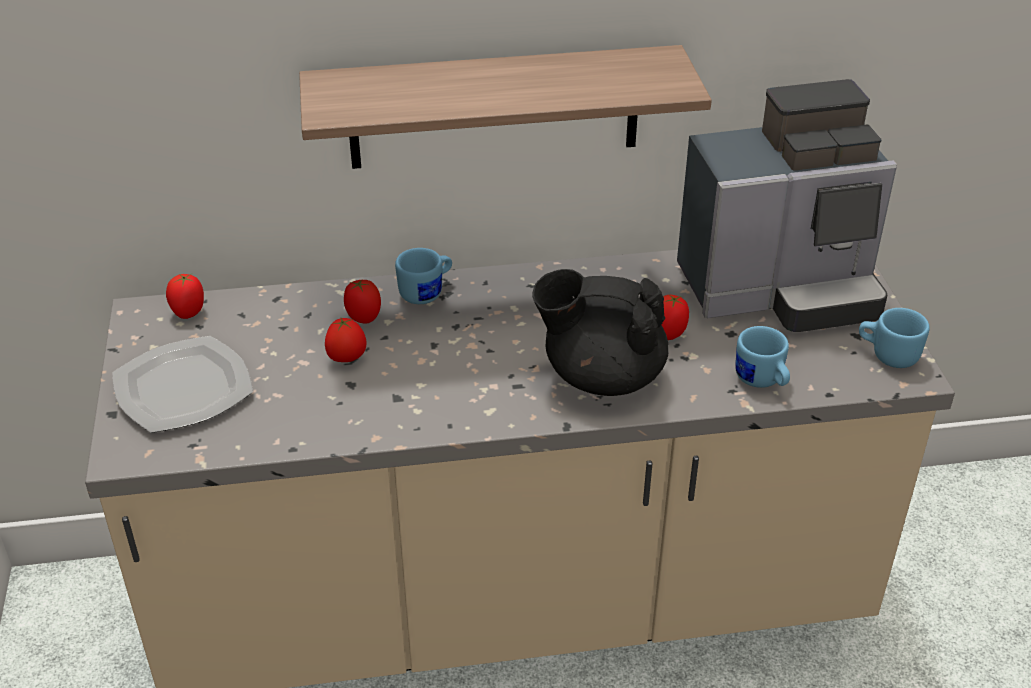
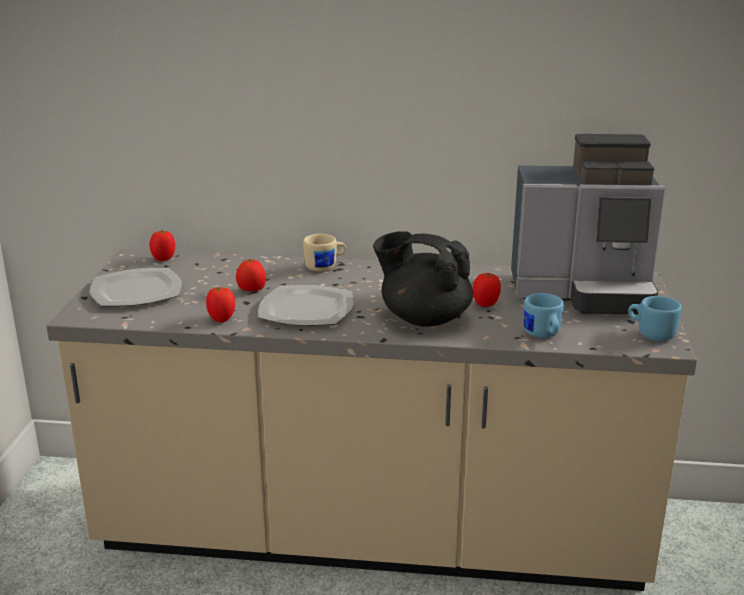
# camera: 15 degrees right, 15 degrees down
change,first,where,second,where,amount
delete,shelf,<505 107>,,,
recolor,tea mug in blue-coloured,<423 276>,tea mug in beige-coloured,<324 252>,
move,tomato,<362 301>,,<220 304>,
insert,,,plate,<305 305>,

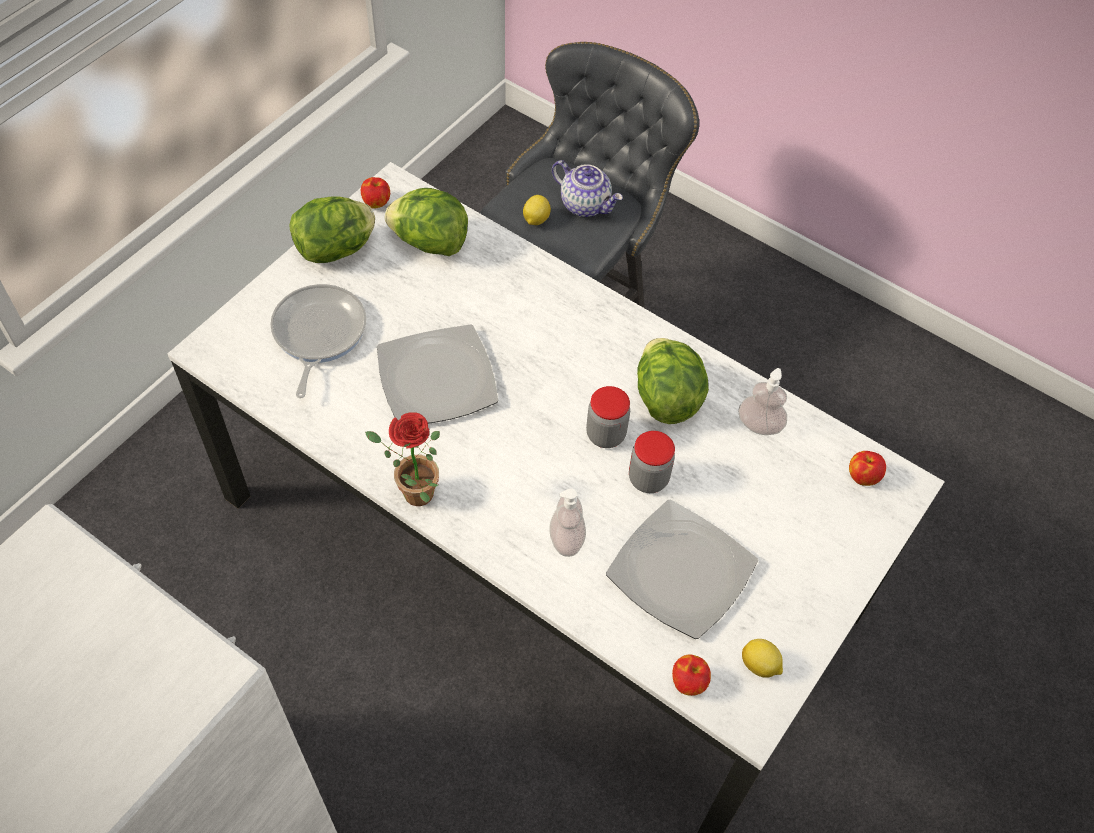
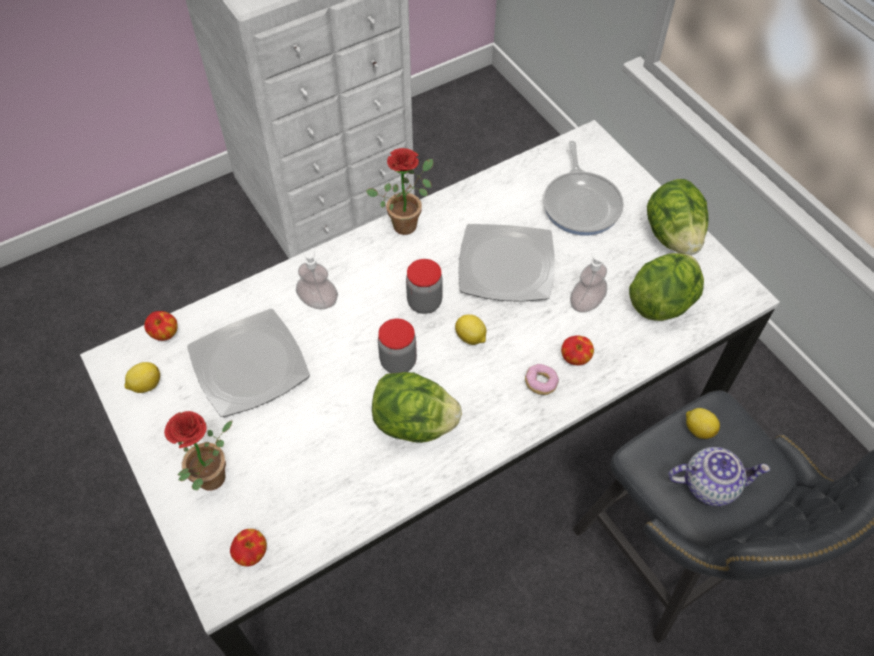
# camera: 115 degrees right, 0 degrees up
change,first,where,second,where,amount
rotate,teapot,<587 188>,,<719 476>,150 degrees counterclockwise
move,whole apple,<375 193>,,<577 350>,
rotate,skillet,<318 341>,,<583 188>,60 degrees clockwise
move,liquid soap bottle,<762 401>,,<588 283>,
move,storage jar,<652 462>,,<424 286>,
insert,,,lemon,<470 329>,
insert,,,donut,<542 379>,
insert,,,potted plant,<198 451>,

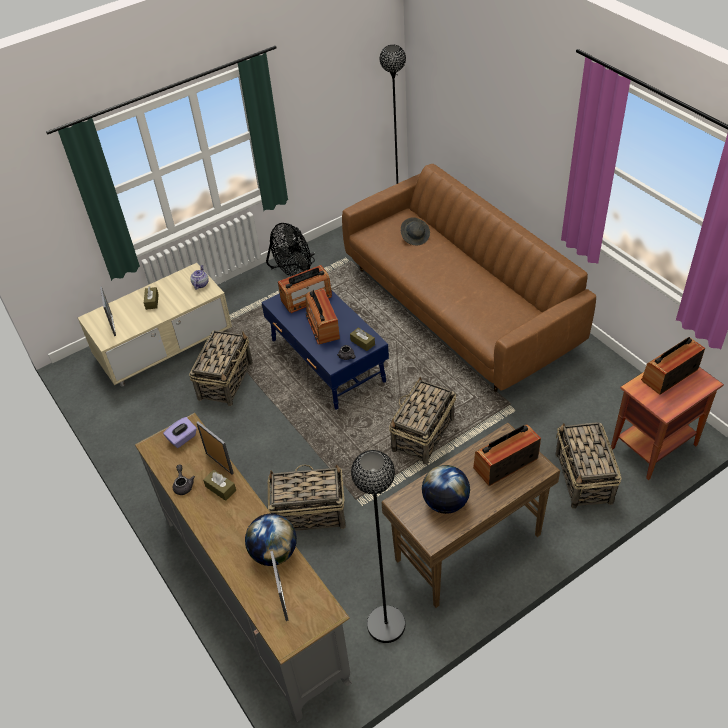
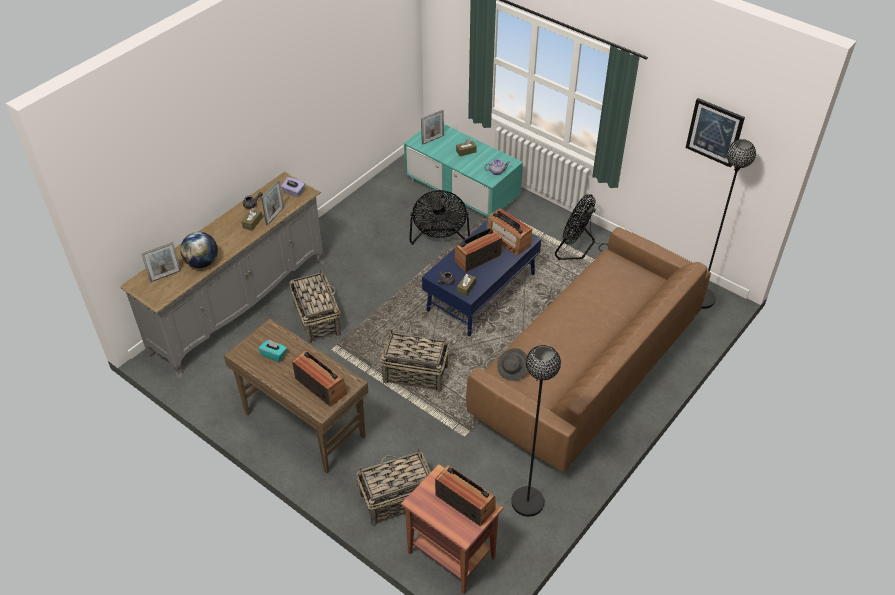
# camera: 70 degrees right, 0 degrees up
change,first,where,second,where,amount
move,clothing hat in grey,<415 231>,,<512 364>,
recolor,tv unit in beige-coloured,<155 325>,tv unit in turquoise,<463 172>,
replace,storage basket,<221 368>,electric fan in black,<439 217>,
move,standing lamp in black,<378 546>,,<536 431>,
replace,globe,<446 489>,tissue box in turquoise,<273 350>,
insert,,,wall art,<715 132>,

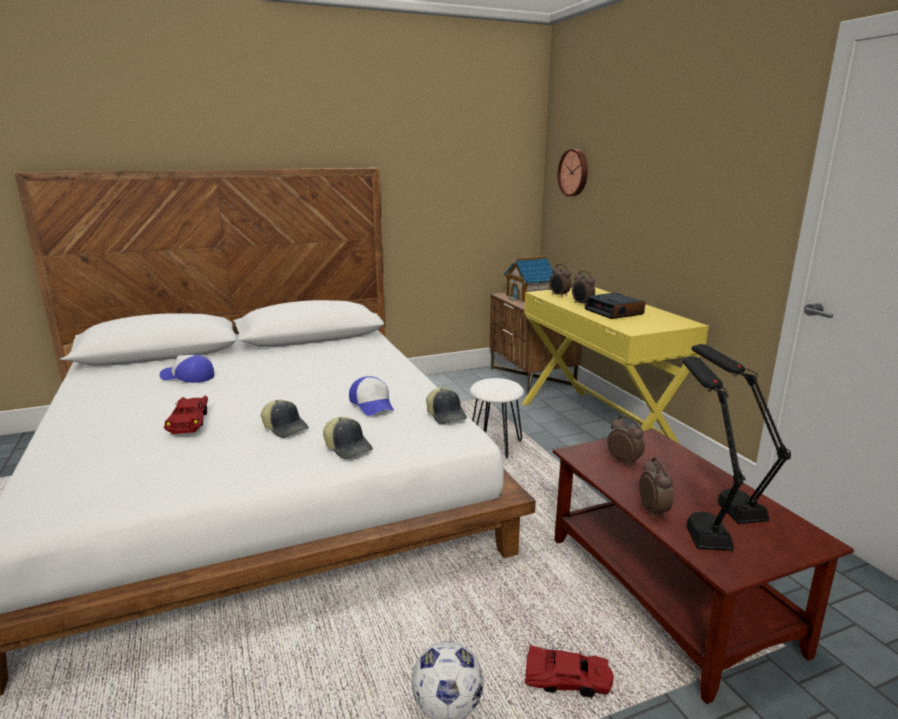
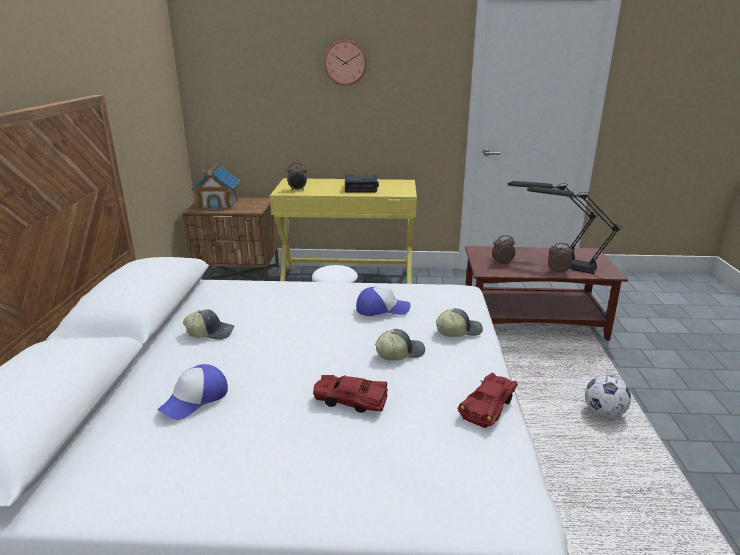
# camera: 65 degrees left, 5 degrees up
change,first,where,second,where,amount
move,clock on the wall,<573 173>,,<345 63>,
delete,alarm clock,<583 288>,,,
move,cap,<446 406>,,<208 324>,
move,miniature car in reddish,<569 671>,,<487 400>,

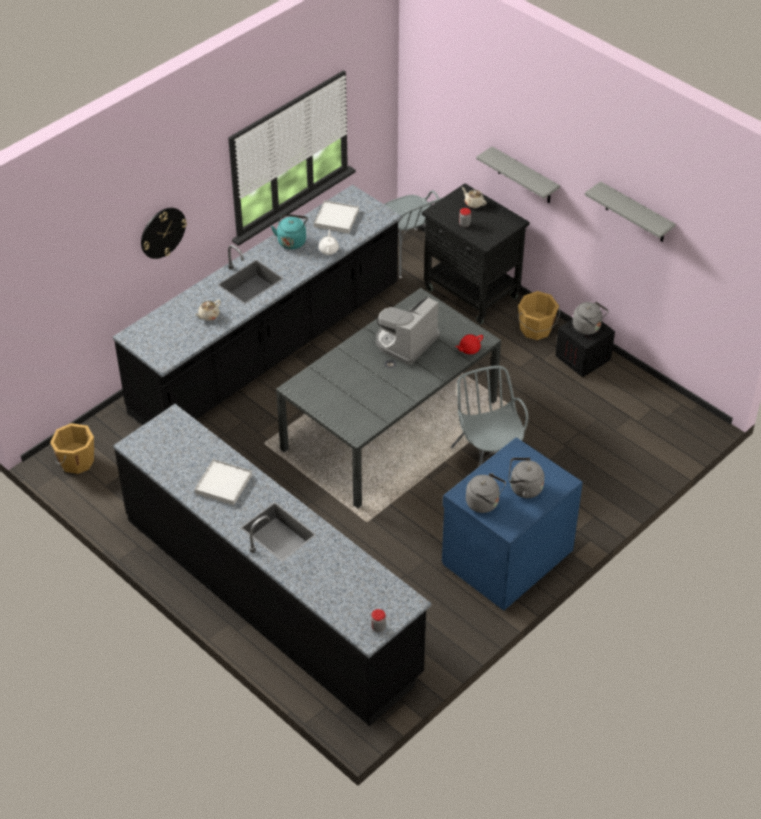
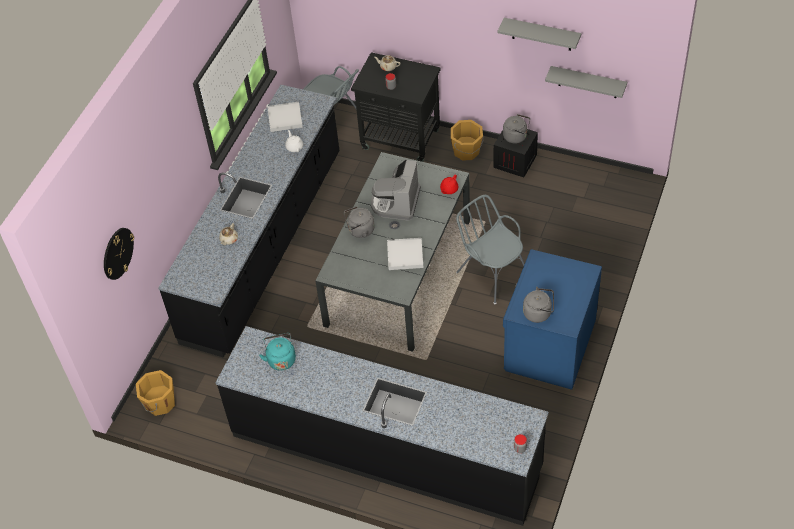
# camera: 20 degrees left, 5 degrees up
change,first,where,second,where,amount
move,shelf in grey,<518 174>,,<586 82>,
move,clock on the wall,<164 233>,,<119 254>,
move,kettle in turquoise,<289 231>,,<277 352>,
move,kettle in grey,<526 478>,,<359 222>,
move,carrying tray in whitish,<223 482>,,<405 254>,

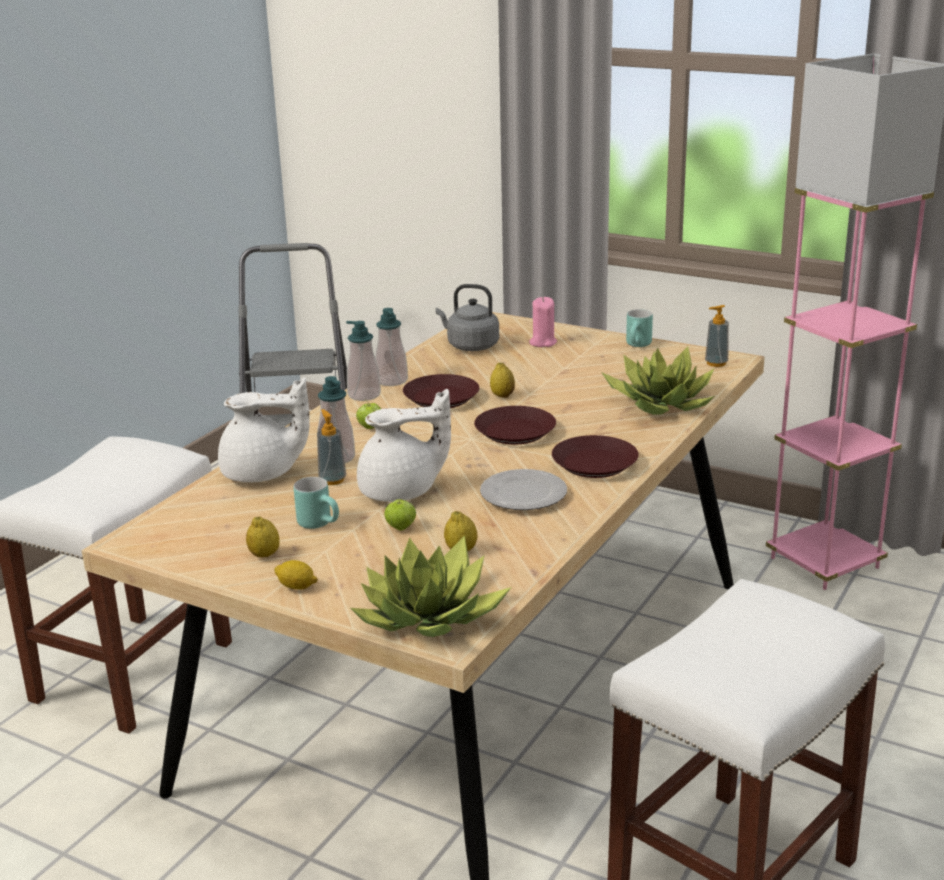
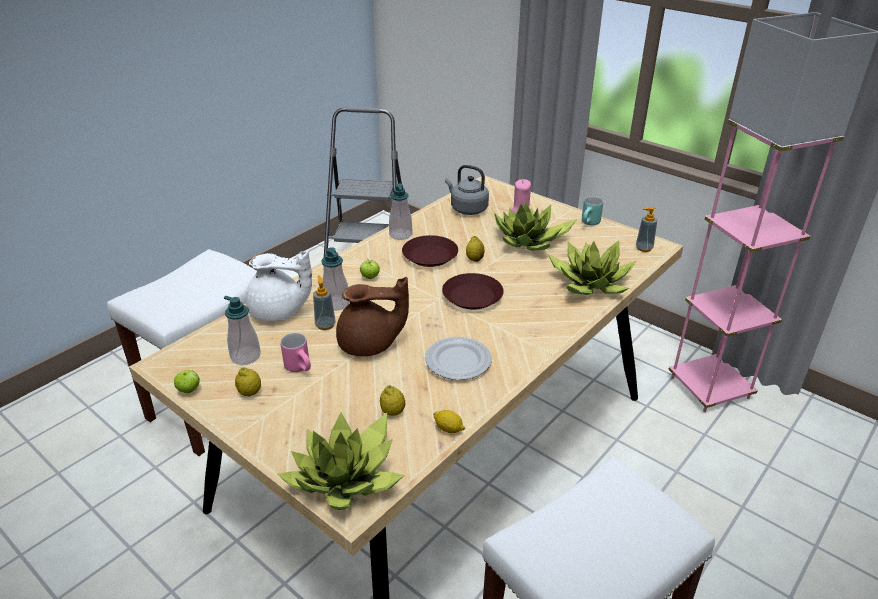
# camera: 10 degrees right, 10 degrees up
change,first,where,second,where,amount
move,liquid soap bottle,<363 361>,,<242 330>,
recolor,teapot in whitish,<404 445>,teapot in brown-coloured,<372 316>,
delete,plate in brown-coloured,<595 456>,,,
recolor,tea mug in turquoise,<316 503>,tea mug in pink-coloured,<295 352>,
move,whole apple,<400 515>,,<187 382>,
move,lemon,<296 575>,,<449 421>,
insert,,,potted plant,<535 226>,

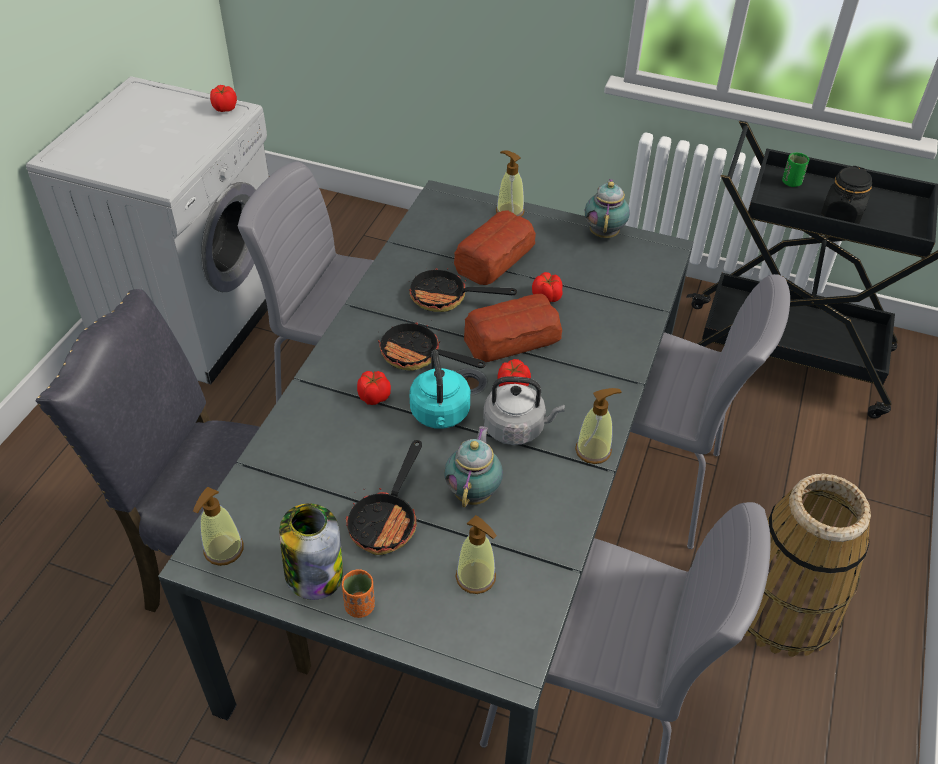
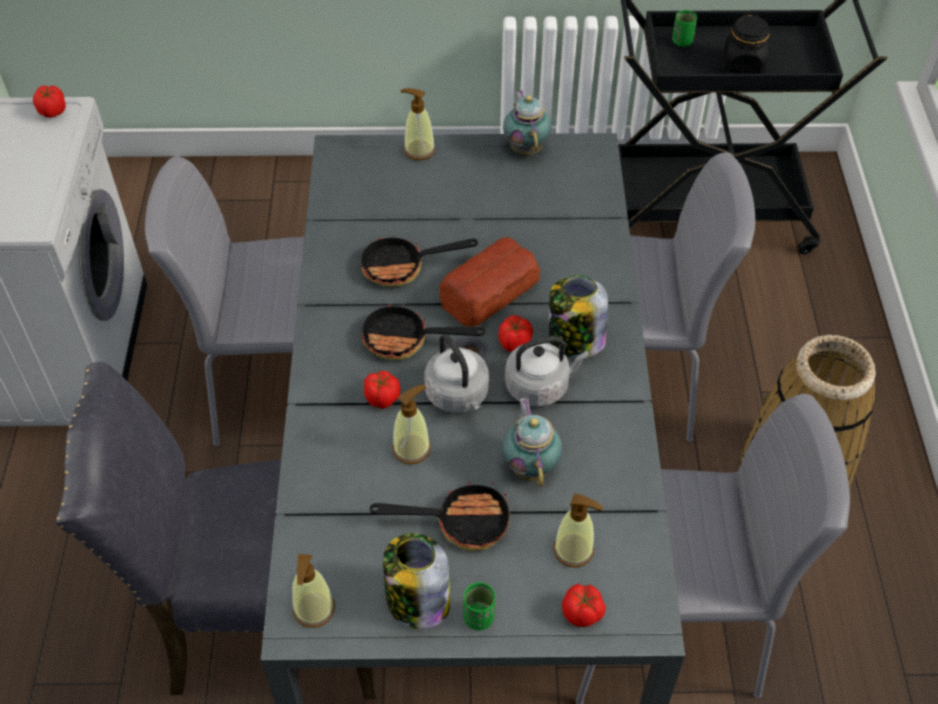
# camera: 20 degrees left, 5 degrees up
change,first,where,second,where,amount
delete,bread,<495 247>,,,
move,tomato,<547 287>,,<584 605>,
recolor,kettle in turquoise,<440 389>,kettle in grey,<456 373>,
move,liquid soap bottle,<598 426>,,<411 424>,
rotate,skillet,<384 497>,,<440 516>,90 degrees counterclockwise
recolor,drinking cup in orangey,<358 593>,drinking cup in greenish,<479 606>,
insert,,,storage jar,<578 317>,

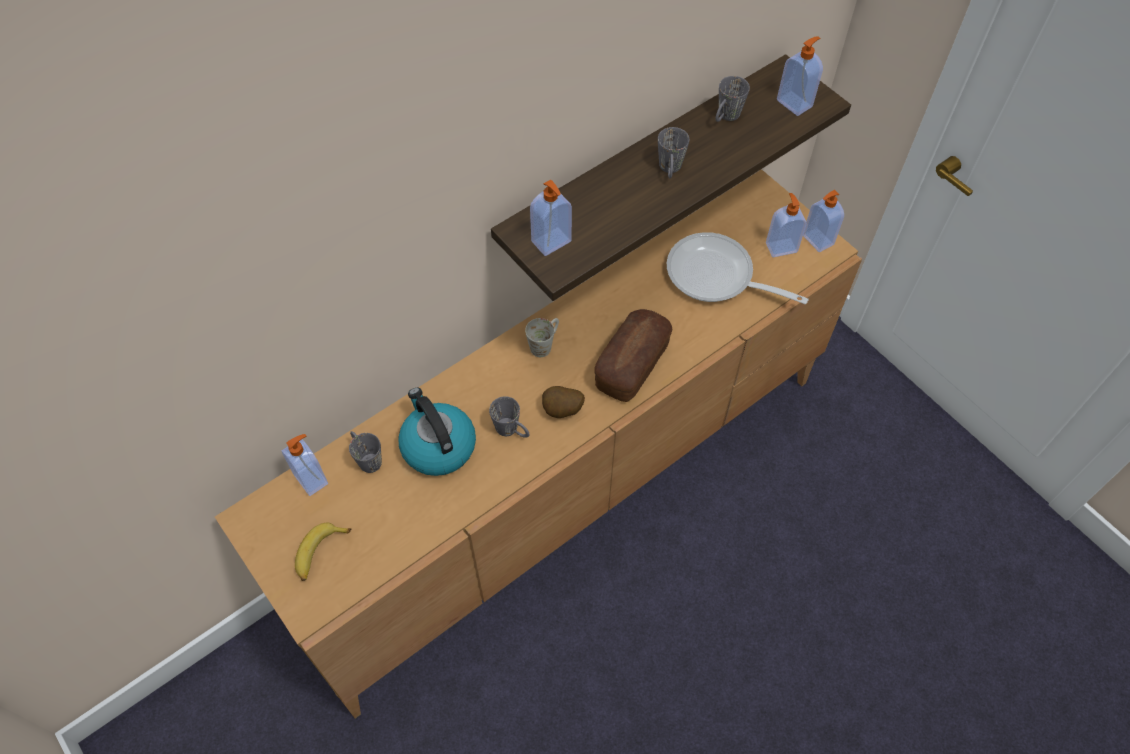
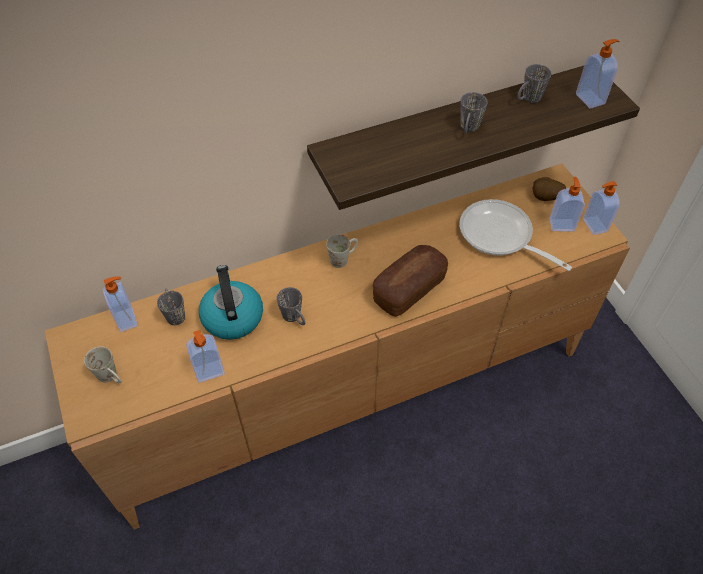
# camera: 15 degrees right, 5 degrees down
change,first,where,second,where,amount
move,liquid soap bottle,<551 218>,,<205 356>,
move,whole potato,<563 402>,,<549 189>,
replace,banana,<323 552>,tea mug in whitish,<102 365>,

